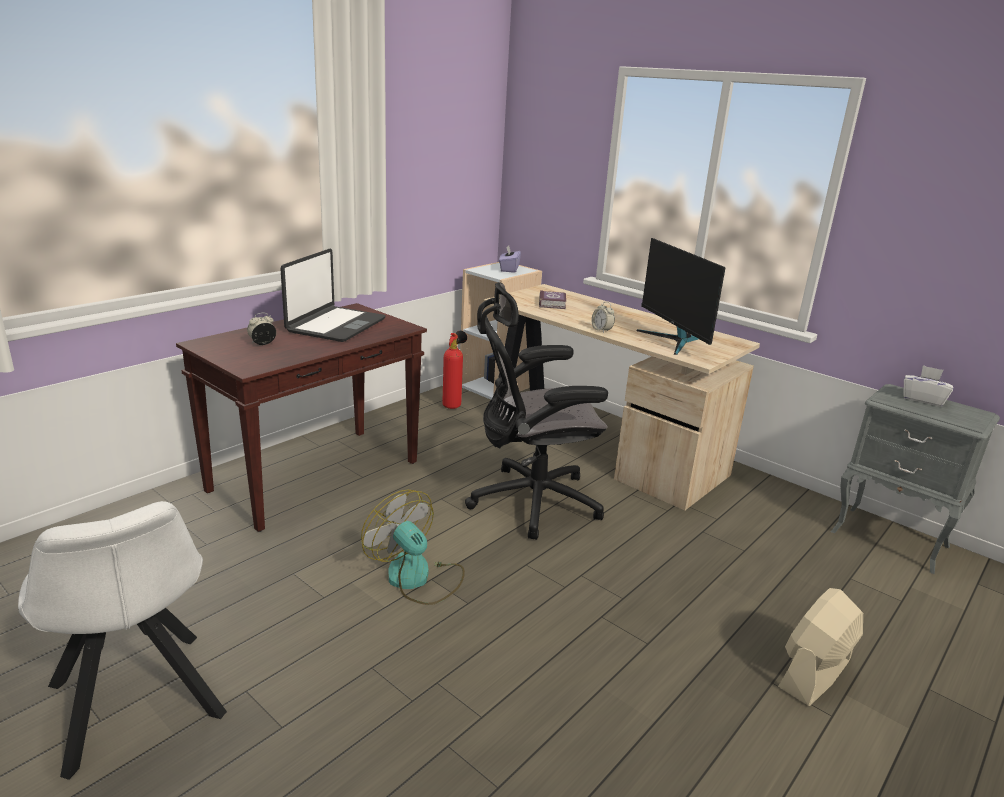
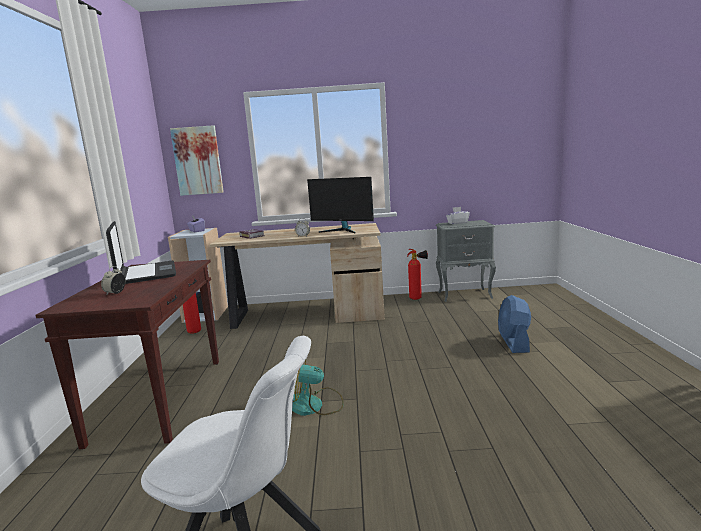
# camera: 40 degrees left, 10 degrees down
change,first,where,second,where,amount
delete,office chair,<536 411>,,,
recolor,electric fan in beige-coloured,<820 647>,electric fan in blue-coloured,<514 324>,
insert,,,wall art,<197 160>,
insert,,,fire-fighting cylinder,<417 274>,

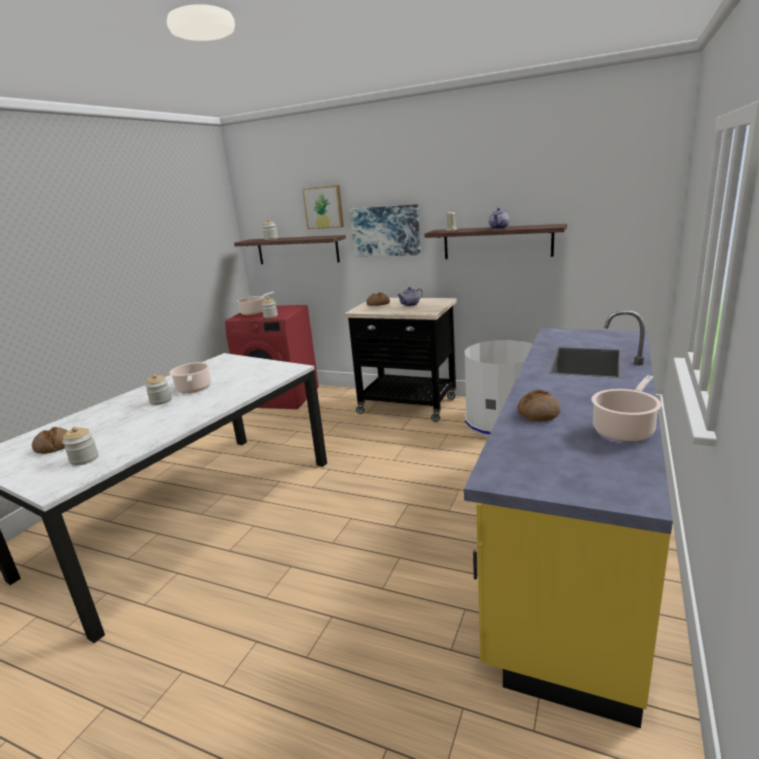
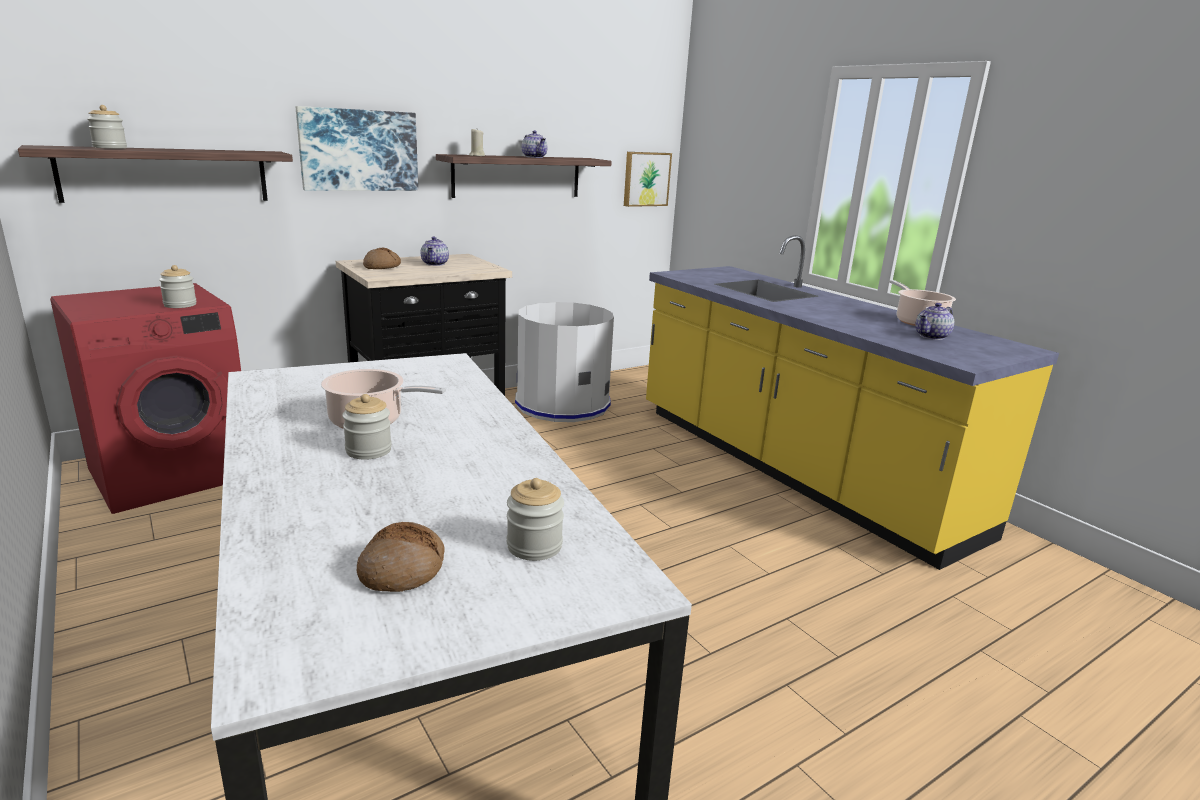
# camera: 60 degrees left, 0 degrees up
change,first,where,second,where,amount
move,wall art,<323 207>,,<648 179>,
delete,cooking pot,<255 303>,,,
delete,bread,<538 405>,,,
insert,,,teapot,<934 321>,

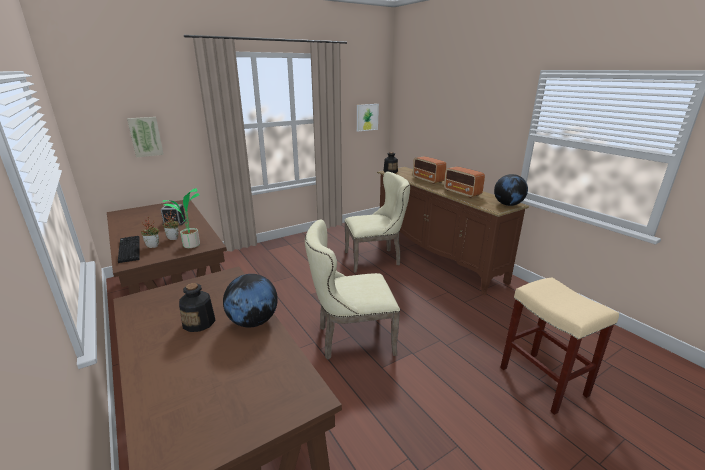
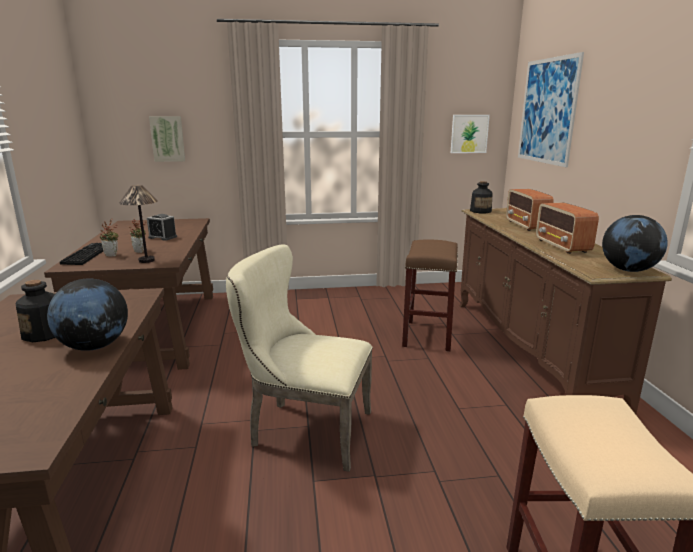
# camera: 25 degrees right, 5 degrees down
change,first,where,second,where,amount
replace,plain chair in beige-coloured,<377 222>,stool seat in brown-coloured,<430 295>,
replace,potted plant,<181 218>,table lamp,<138 224>,
insert,,,wall art,<551 109>,

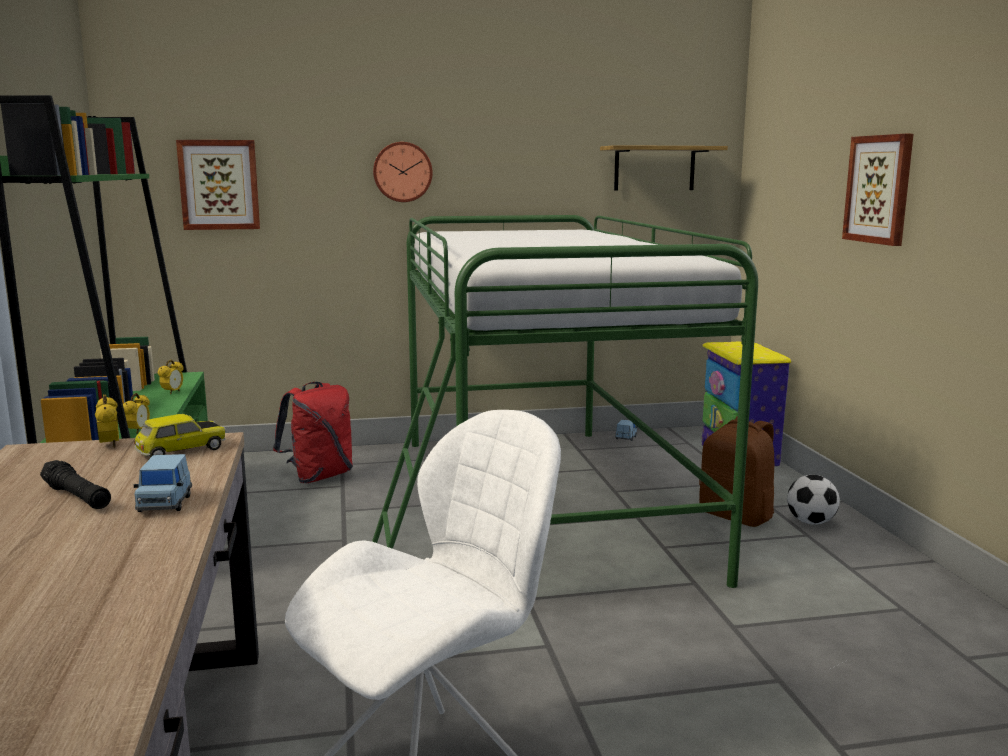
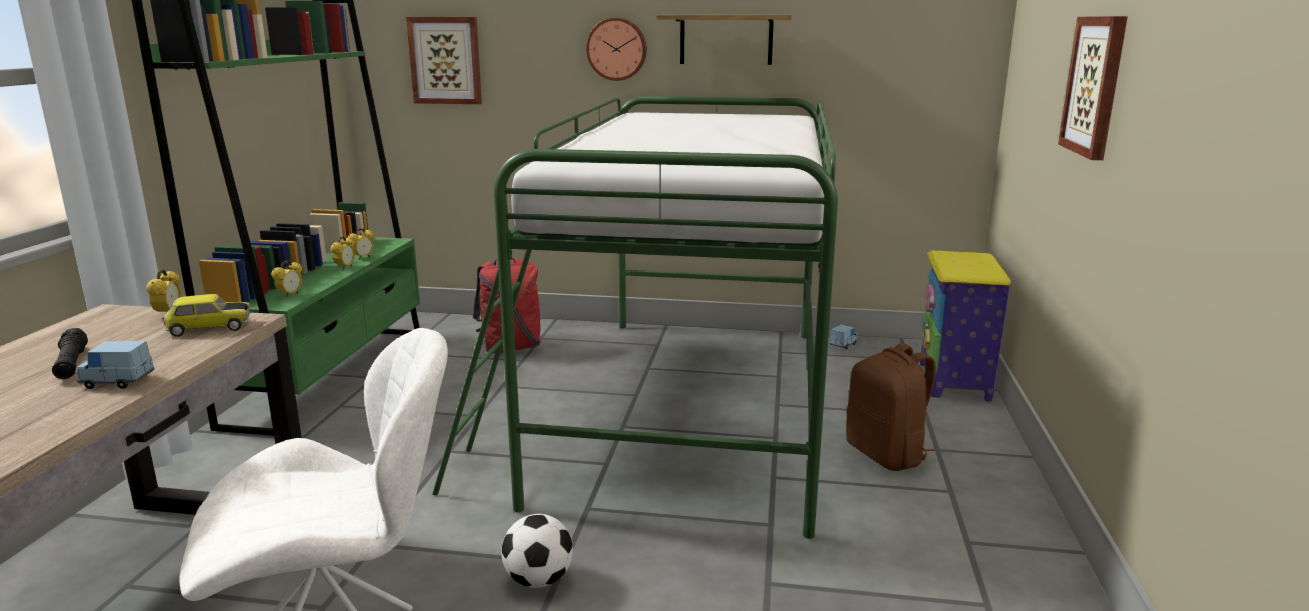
# camera: 20 degrees right, 5 degrees up
change,first,where,second,where,amount
move,shelf,<664 168>,,<724 40>,
rotate,miniature car in blue-coloured,<163 483>,,<116 365>,75 degrees clockwise
move,football,<813 500>,,<537 551>,
insert,,,alarm clock,<343 253>,

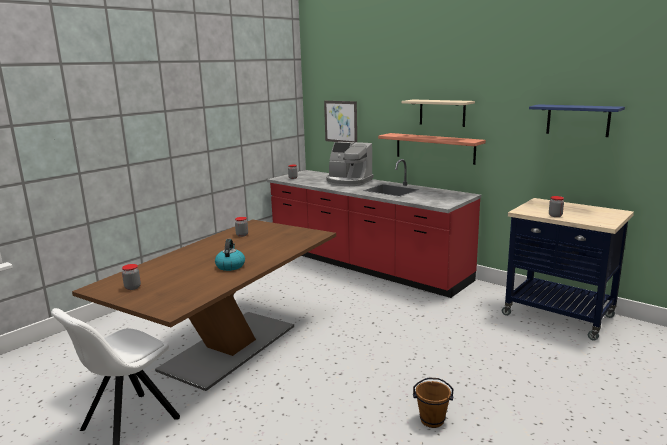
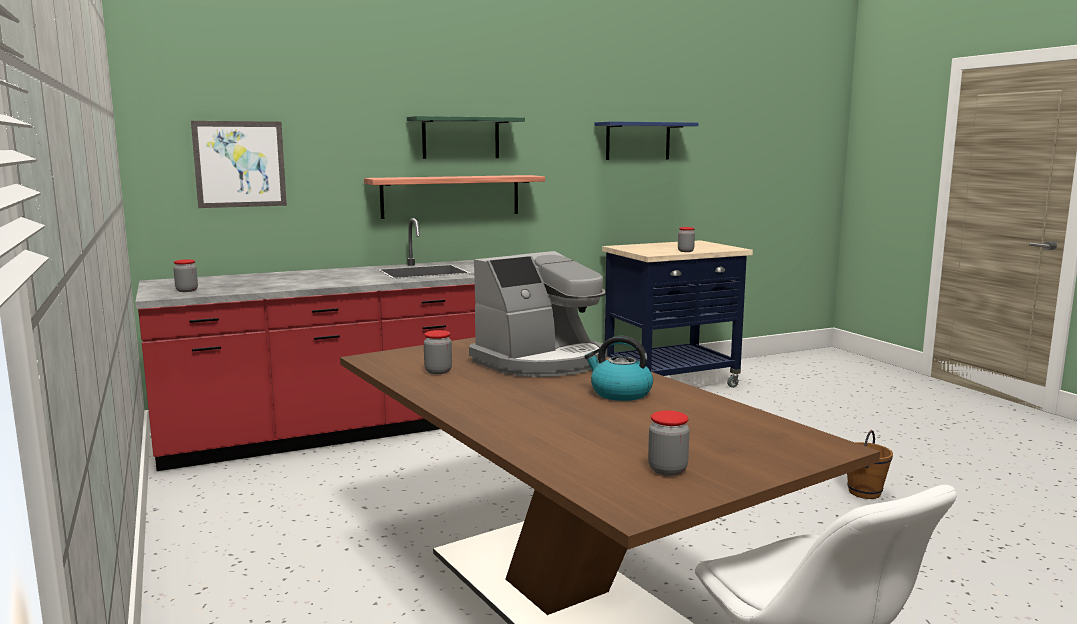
# camera: 65 degrees left, 5 degrees down
change,first,where,second,where,amount
recolor,shelf in beige-coloured,<438 113>,shelf in greenish,<466 137>,
move,coffee maker,<349 164>,,<538 314>,

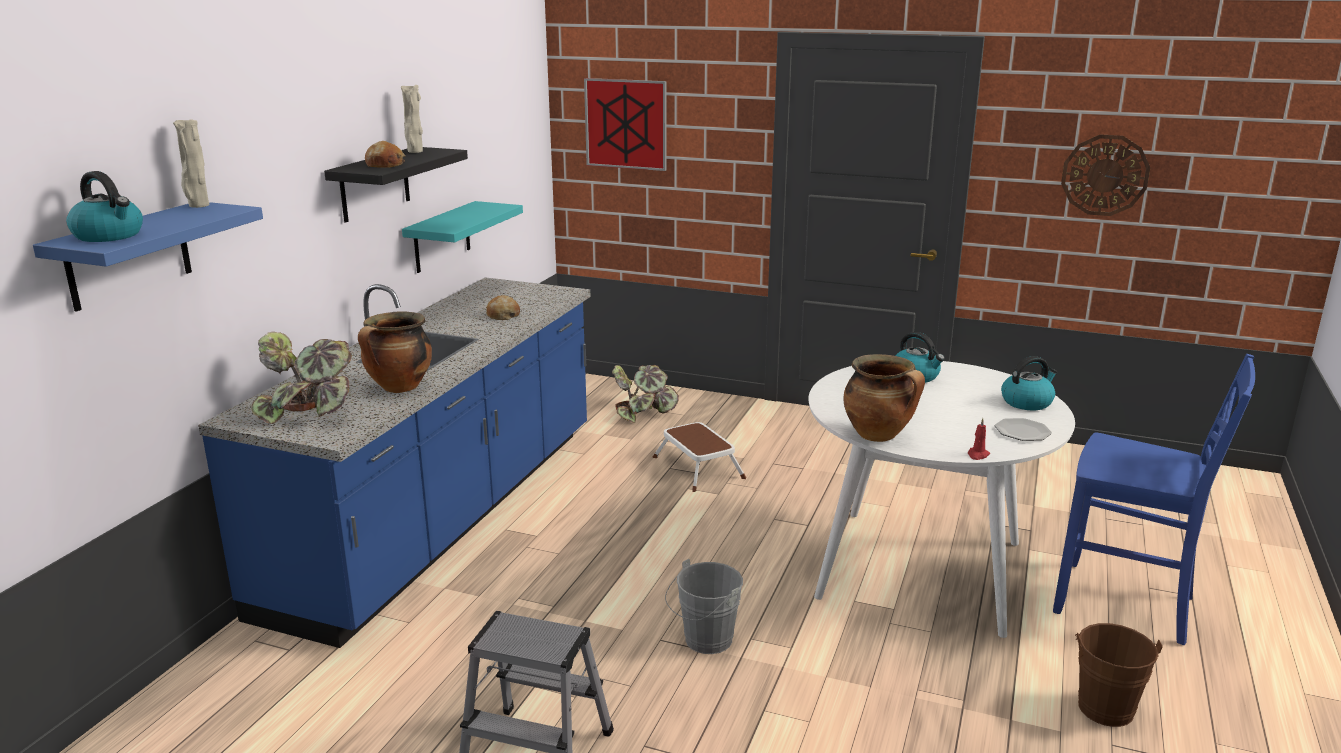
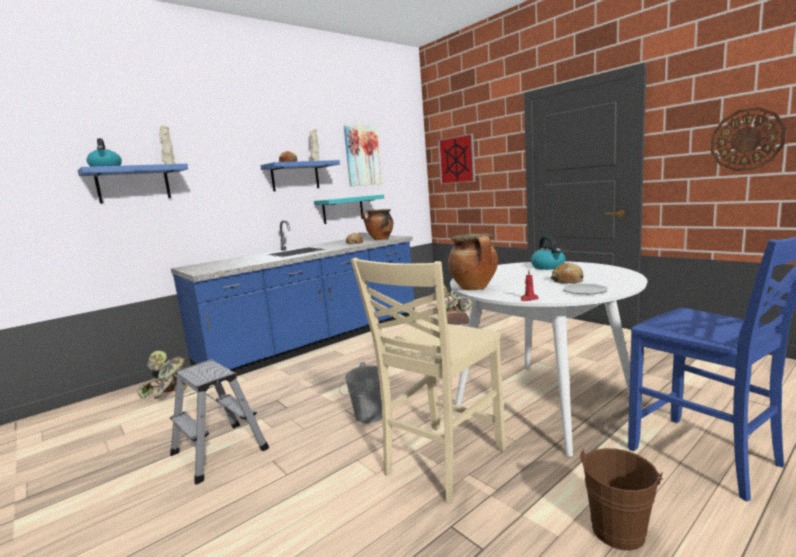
# camera: 30 degrees right, 10 degrees down
change,first,where,second,where,amount
recolor,shelf in black,<396 184>,shelf in blue-coloured,<300 176>,
move,cooking pot,<395 352>,,<377 224>,
move,potted plant,<301 378>,,<162 375>,
delete,kettle,<1029 383>,,,
insert,,,wall art,<363 155>,
insert,,,plain chair in beige-coloured,<428 380>,
insert,,,bread,<567 273>,

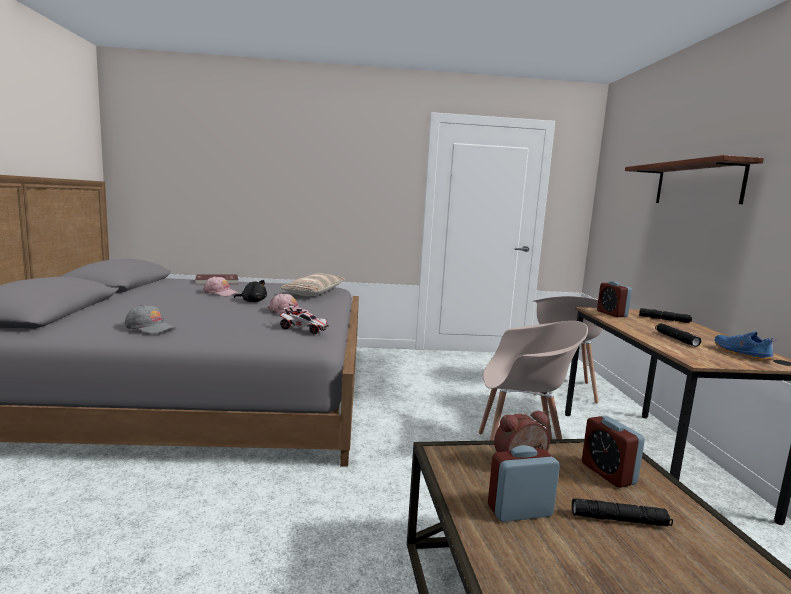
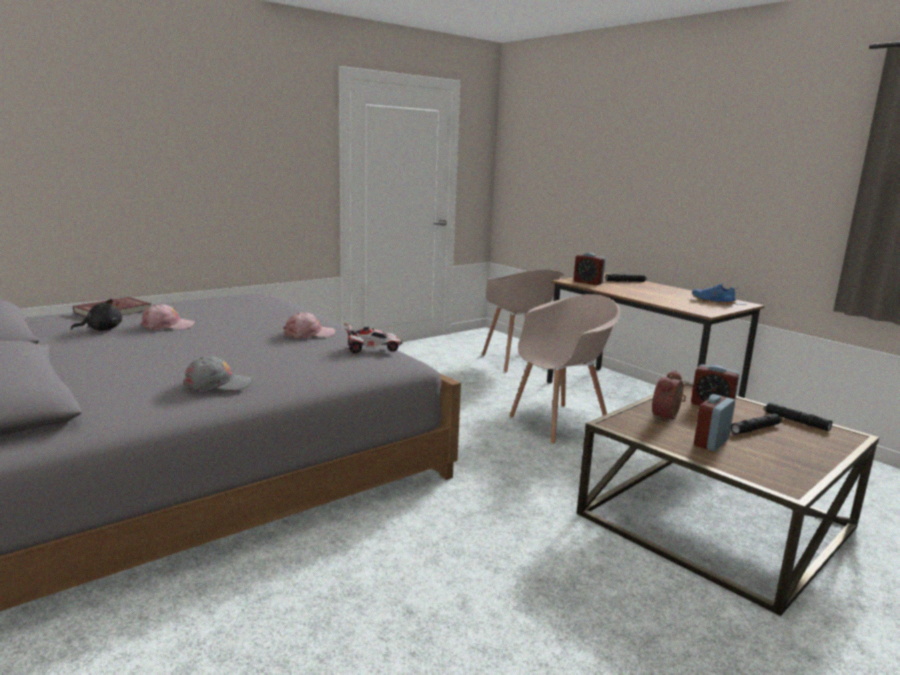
# camera: 35 degrees left, 5 degrees up
change,first,where,second,where,amount
delete,shelf,<694 179>,,,
delete,cushion,<312 284>,,,
move,plush toy in black,<250 291>,,<96 315>,
move,flashlight in black,<678 335>,,<798 417>,

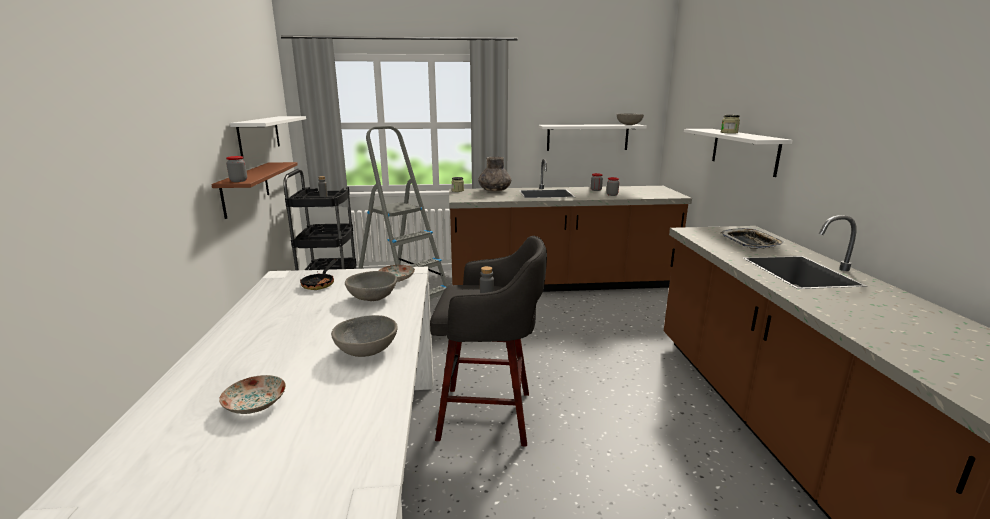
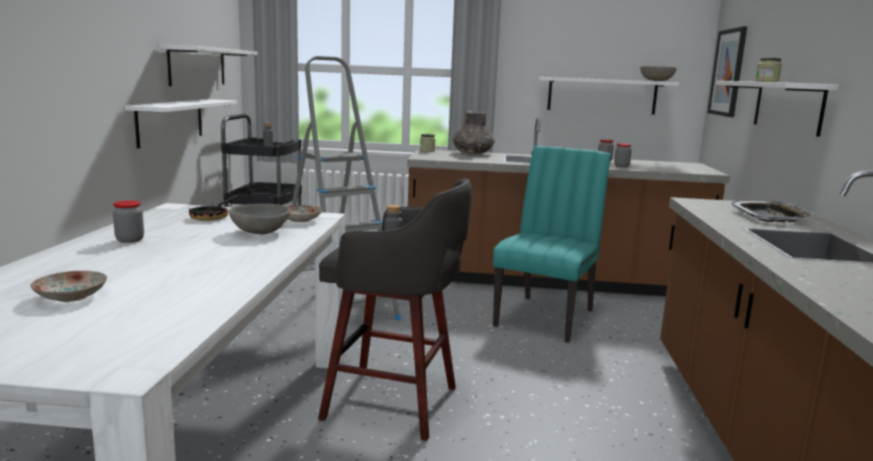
# camera: 10 degrees right, 5 degrees down
change,first,where,second,where,amount
move,storage jar,<236 169>,,<128 221>,
recolor,shelf in brown-coloured,<254 190>,shelf in whitish,<181 124>,
delete,deep dish in grey,<364 336>,,,
insert,,,wall art,<727 71>,
insert,,,plain chair in turquoise,<552 244>,

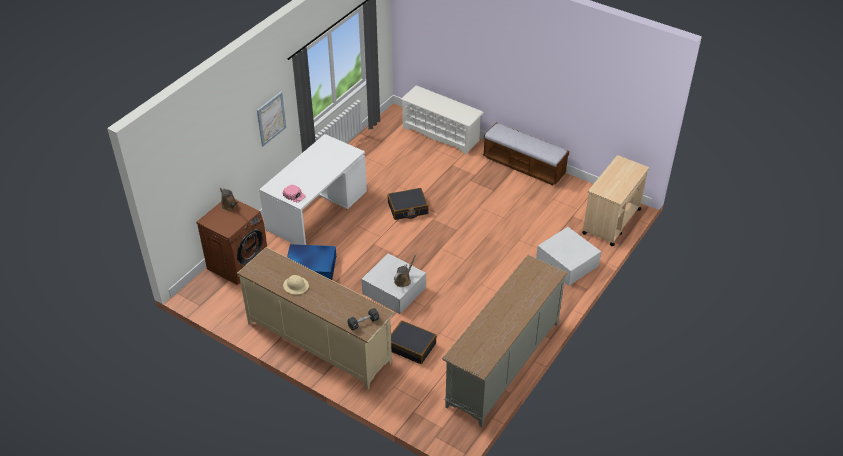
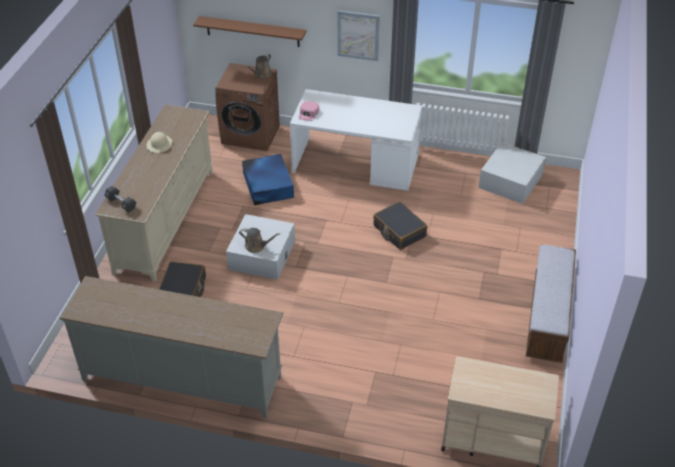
# camera: 70 degrees right, 0 degrees up
change,first,where,second,where,amount
delete,shoe stand in whitish,<442 119>,,,
move,storage box in whitish,<568 256>,,<512 173>,
insert,,,shelf in brown-coloured,<249 31>,

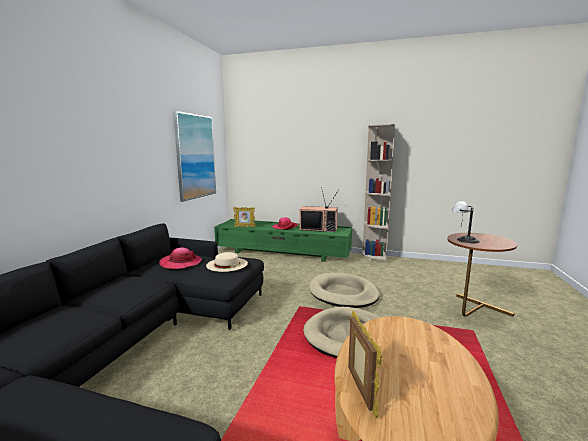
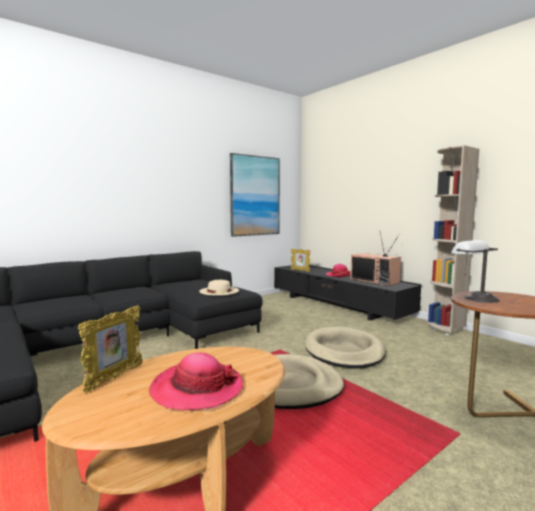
# camera: 35 degrees right, 5 degrees down
change,first,where,second,where,amount
recolor,tv unit in greenish,<283 240>,tv unit in black,<347 292>,
move,clothing hat,<180 258>,,<196 381>,

